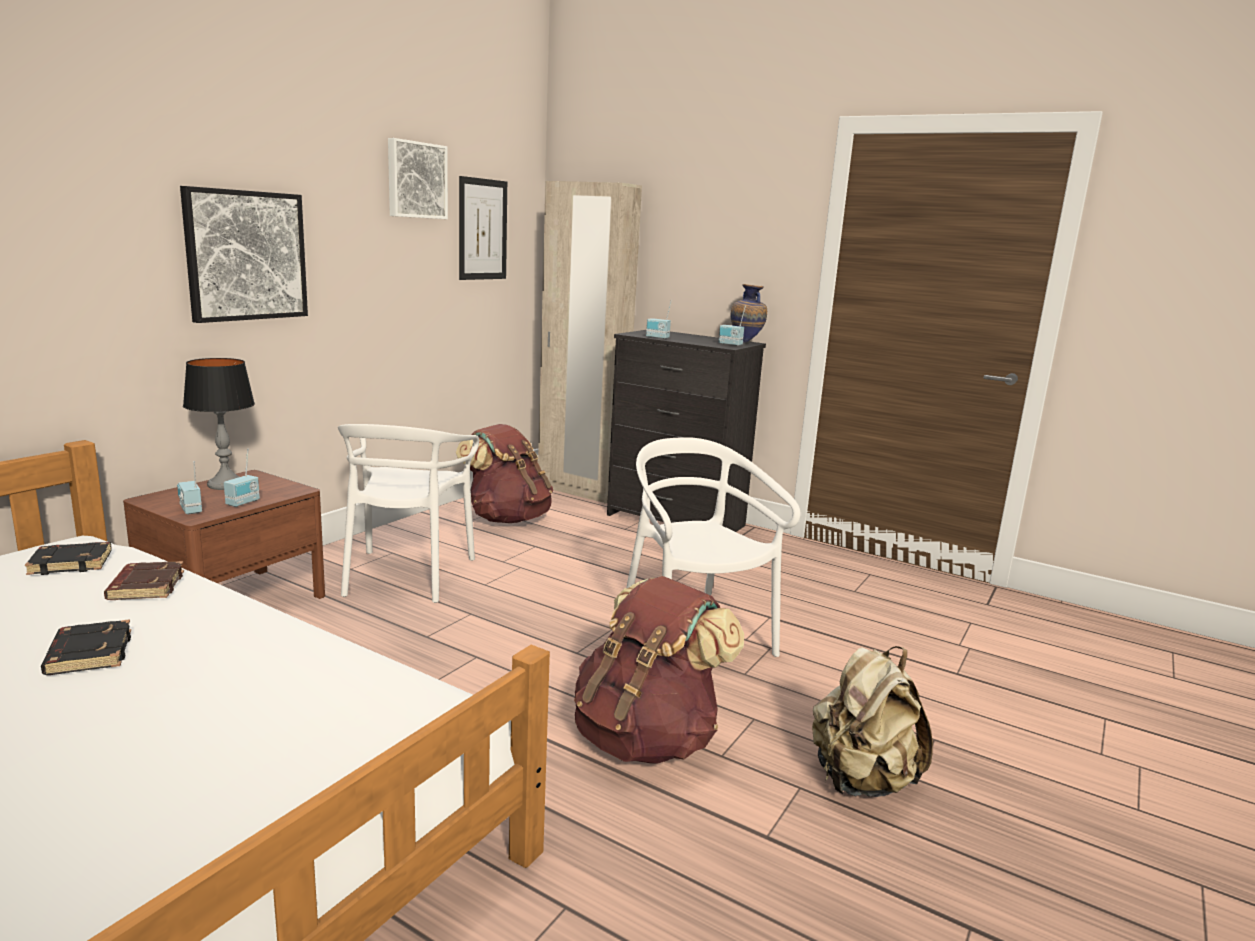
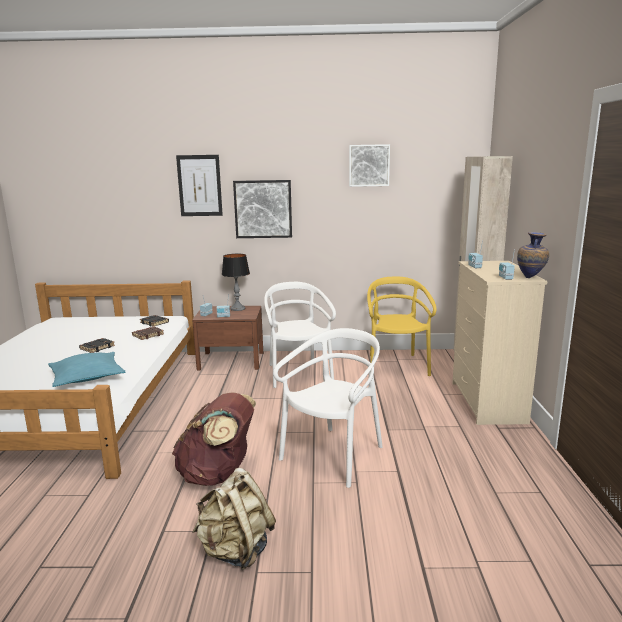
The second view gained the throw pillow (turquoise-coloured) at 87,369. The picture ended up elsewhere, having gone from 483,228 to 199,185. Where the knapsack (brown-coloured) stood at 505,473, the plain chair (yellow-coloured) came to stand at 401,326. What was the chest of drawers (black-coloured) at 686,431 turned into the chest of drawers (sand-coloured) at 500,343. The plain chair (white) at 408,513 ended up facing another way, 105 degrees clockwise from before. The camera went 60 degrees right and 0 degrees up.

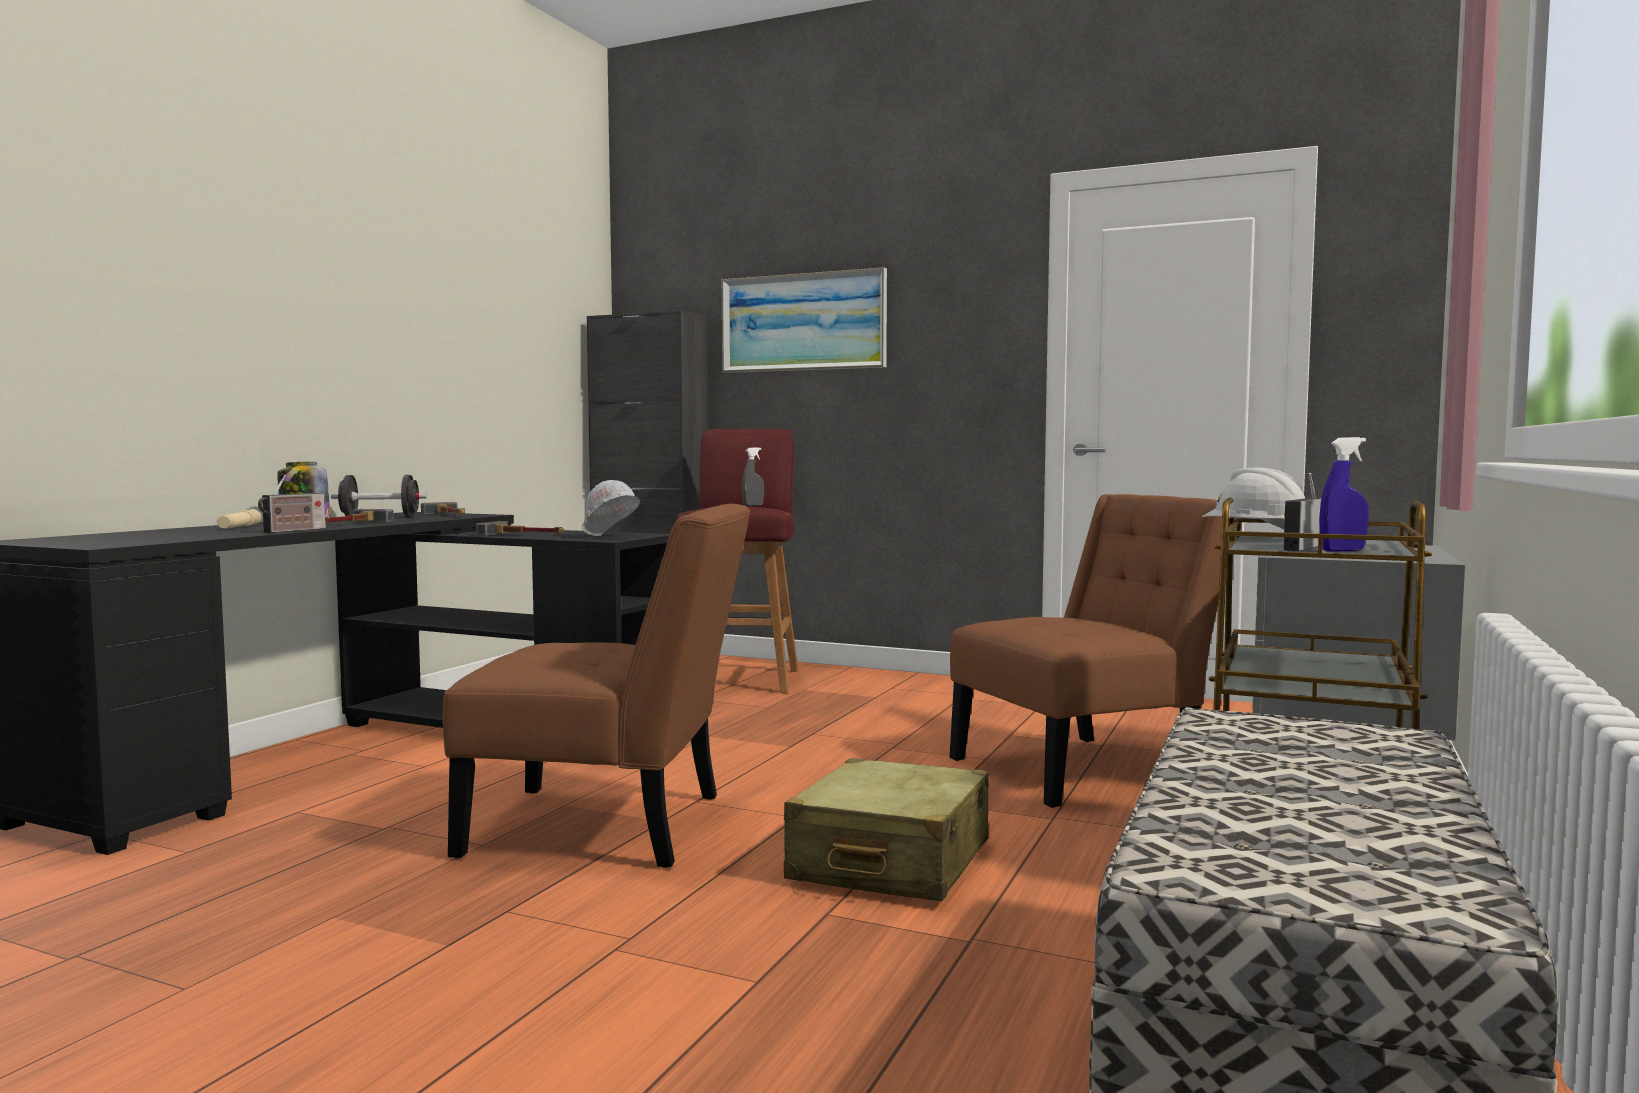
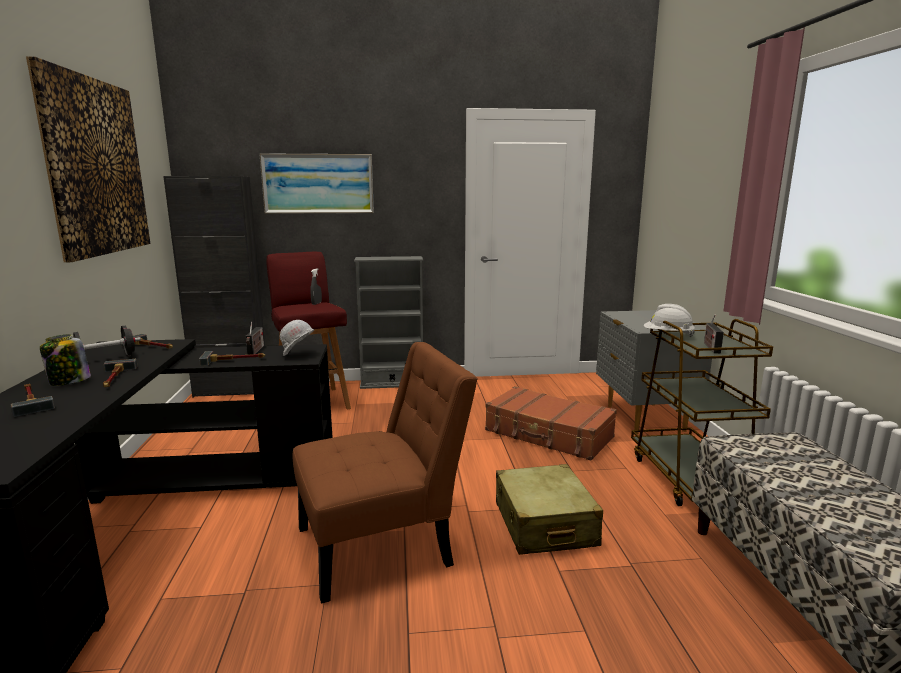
The second view lost the sprayer (blue-coloured) at 1344,494. The second view gained the picture at 88,159. The second view gained the bookshelf (grey) at 388,322. The radio ended up elsewhere, having gone from 292,503 to 255,338. Where the hand torch (sand-coloured) stood at 239,519, the hammer came to stand at 33,400. Where the plain chair (brown-coloured) stood at 1093,651, the travel case (brown-coloured) came to stand at 551,423. The camera went 30 degrees left and 10 degrees up.

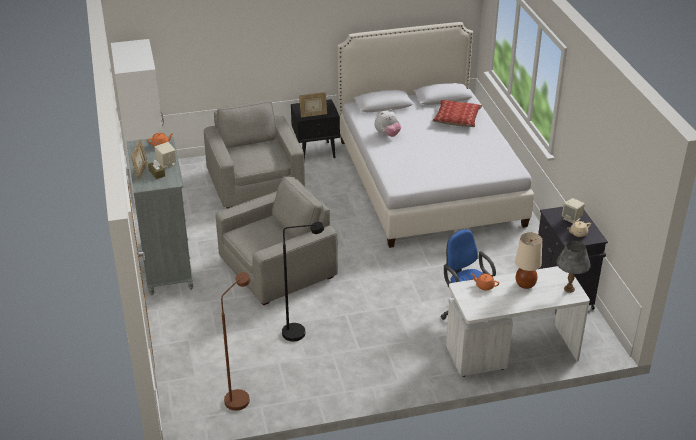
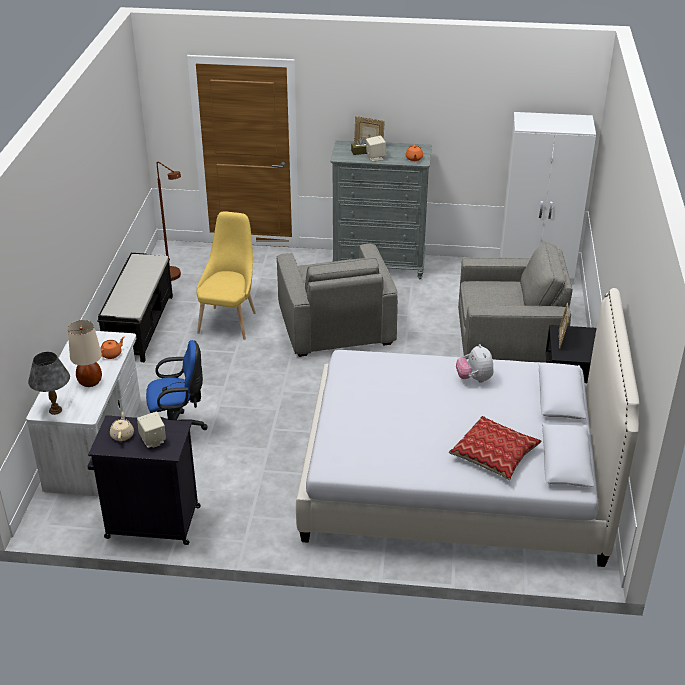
The second view gained the indoor bench (black-coloured) at 135,307. Where the standing lamp (black-coloured) stood at 303,281, the plain chair (yellow-coloured) came to stand at 226,275. The camera went 110 degrees right and 0 degrees up.

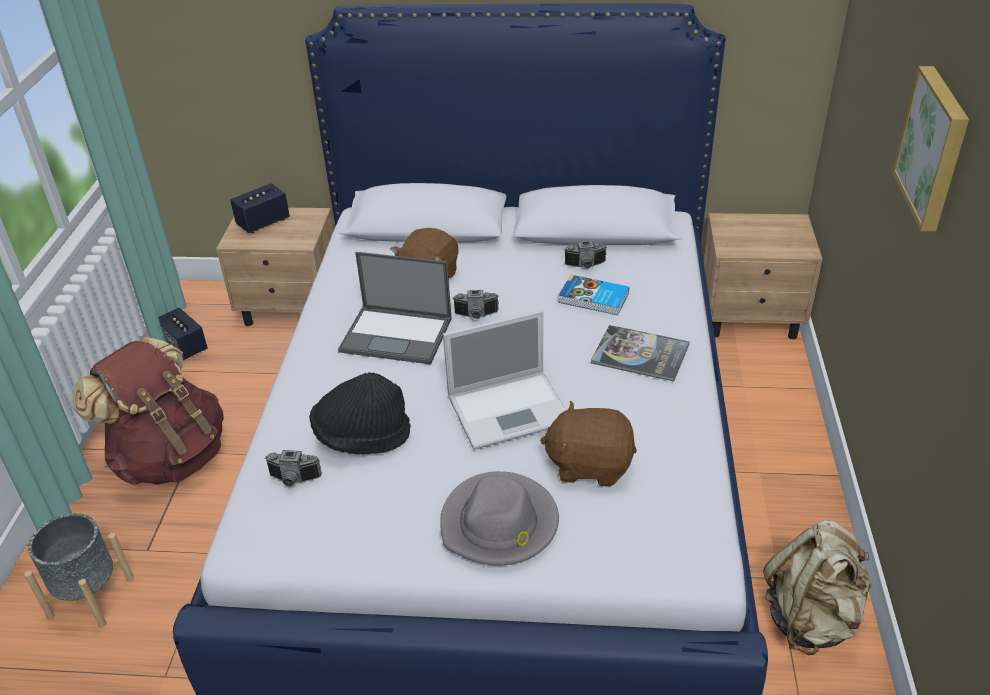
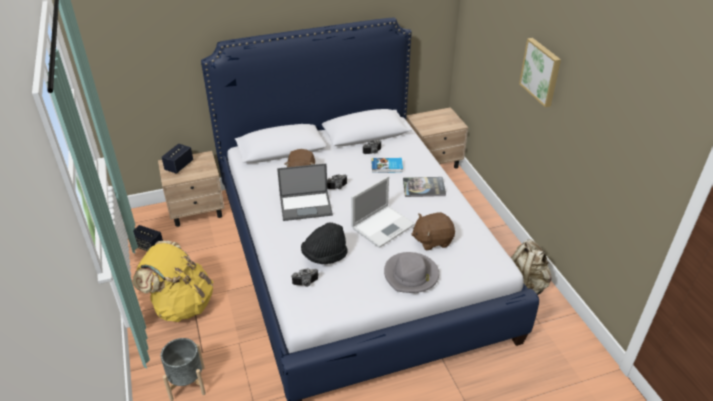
What was the knapsack (brown-coloured) at 148,411 turned into the knapsack (yellow-coloured) at 173,281. The camera went 25 degrees left and 0 degrees up.

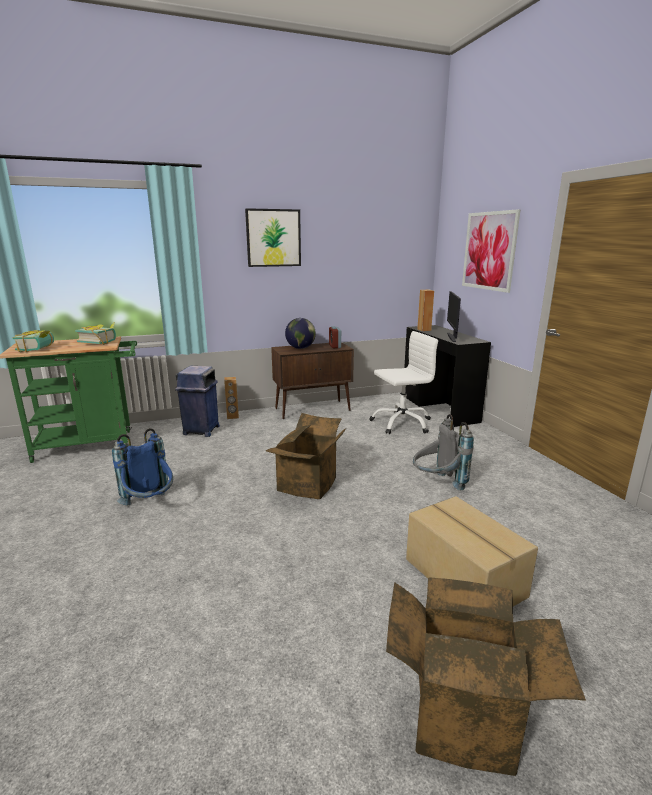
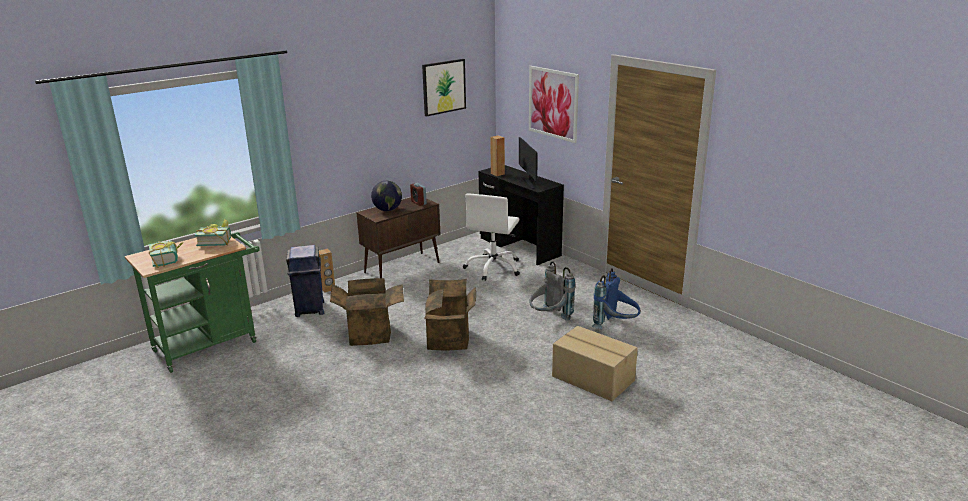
The knapsack (blue-coloured) ended up elsewhere, having gone from 142,466 to 616,298. The picture ended up elsewhere, having gone from 273,237 to 444,87. The cardboard box ended up elsewhere, having gone from 486,676 to 367,312. The office chair (white) at 403,382 ended up facing another way, 150 degrees clockwise from before. The camera went 20 degrees left and 5 degrees up.

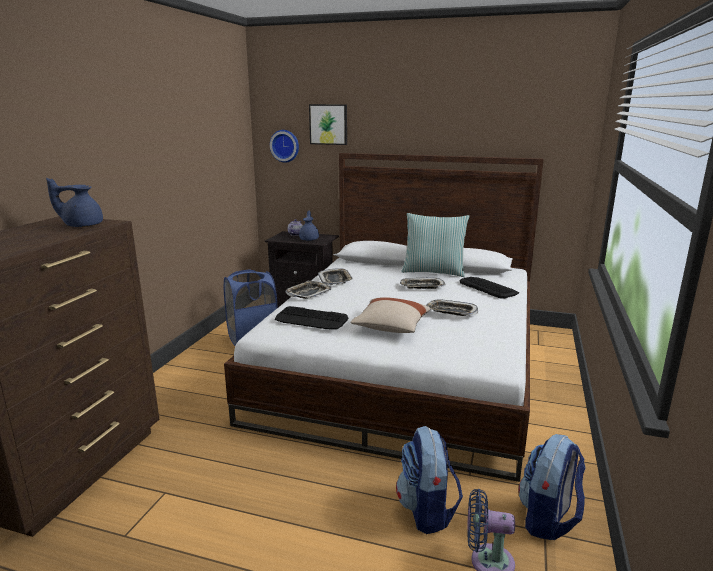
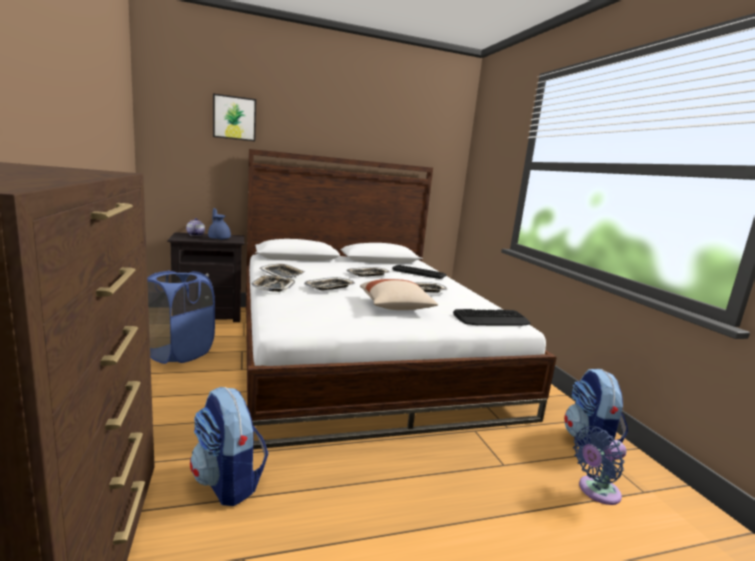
The second view lost the tea pot (blue-coloured) at 74,202. The second view lost the clock on the wall at 284,146. The second view lost the throw pillow at 435,245. The second view gained the carrying tray at 329,283. The computer keyboard ended up elsewhere, having gone from 311,318 to 492,317. The knapsack ended up elsewhere, having gone from 429,480 to 229,446. The camera went 35 degrees left and 5 degrees down.

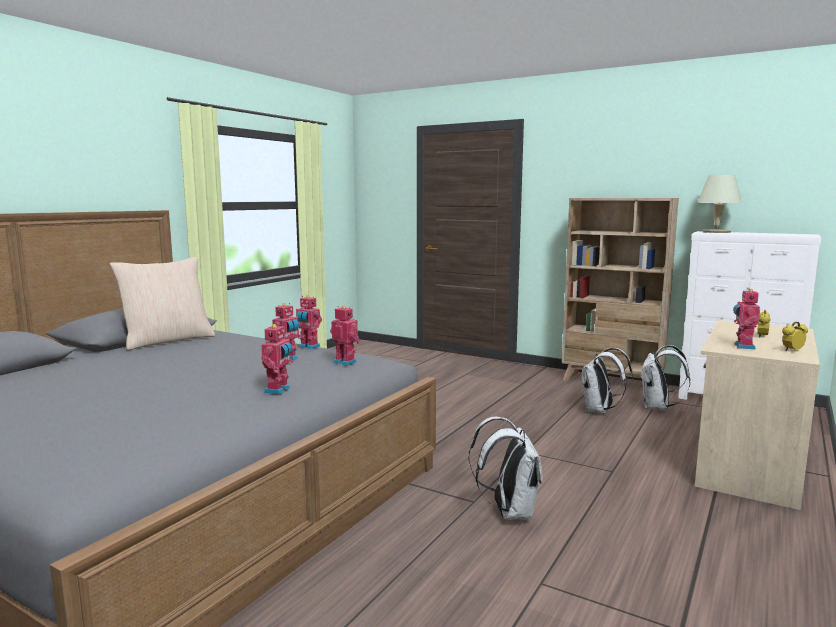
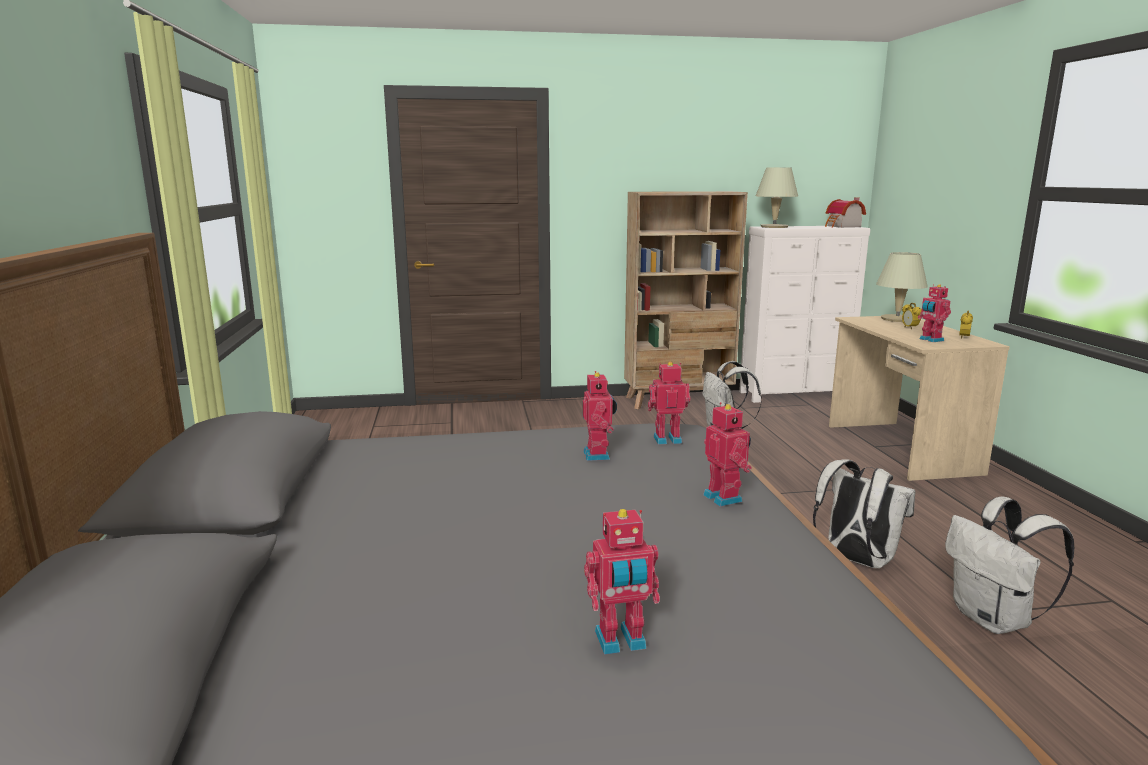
The second view lost the throw pillow (sand-coloured) at 162,303. The second view gained the toy house at 845,213. The second view gained the tabletop lamp (sand-coloured) at 902,287. The toy robot ended up elsewhere, having gone from 309,322 to 622,582. The knapsack (white) ended up elsewhere, having gone from 665,378 to 1009,565. The camera went 40 degrees left and 5 degrees up.

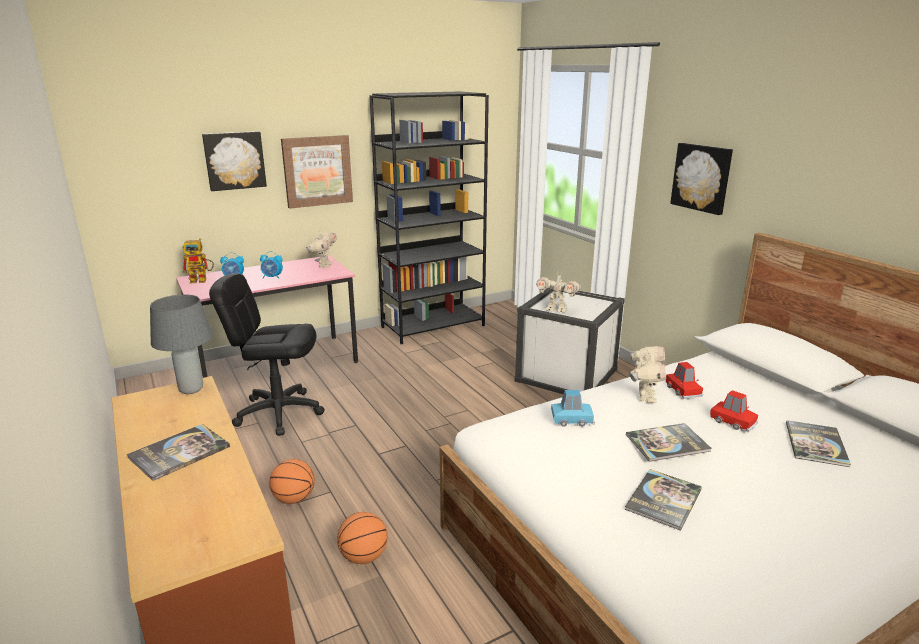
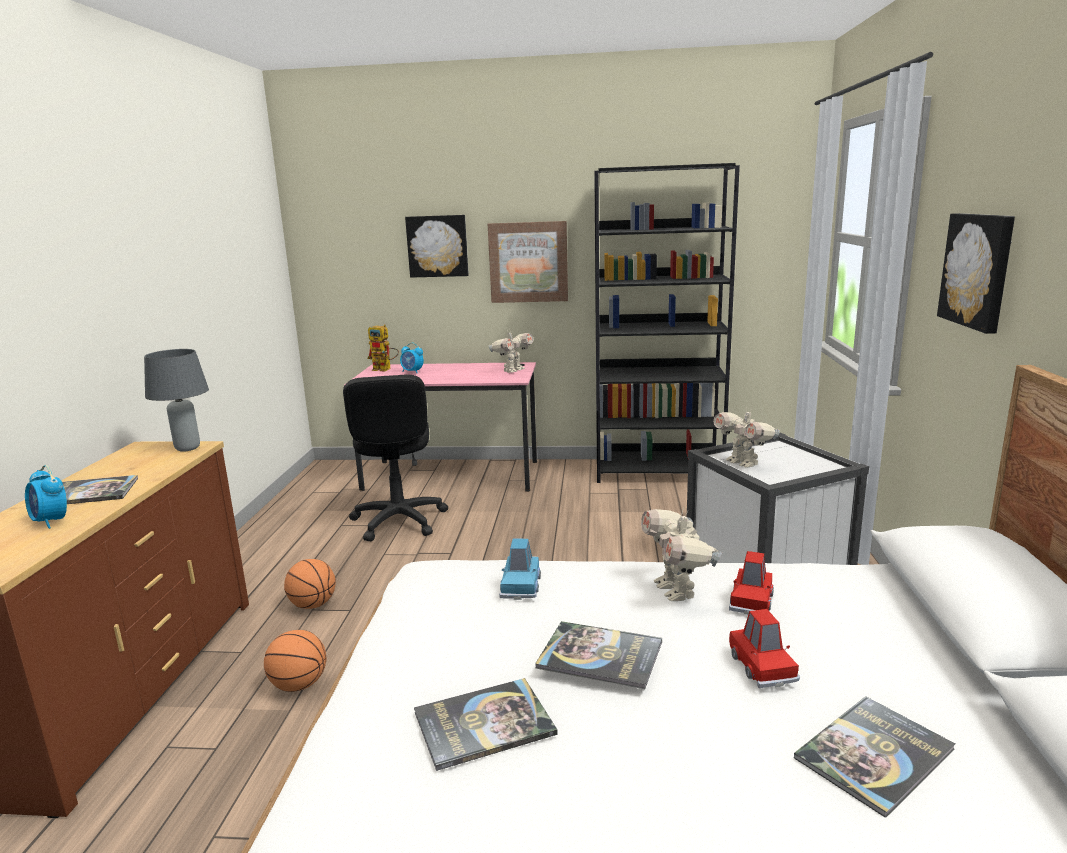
The bedside clock ended up elsewhere, having gone from 271,265 to 46,497. The office chair (black-coloured) at 267,354 ended up facing another way, 135 degrees counterclockwise from before. The toy car (blue-coloured) at 573,408 ended up facing another way, 60 degrees clockwise from before. The toy robot at 647,374 ended up facing another way, 120 degrees clockwise from before. The camera went 35 degrees right and 5 degrees down.

